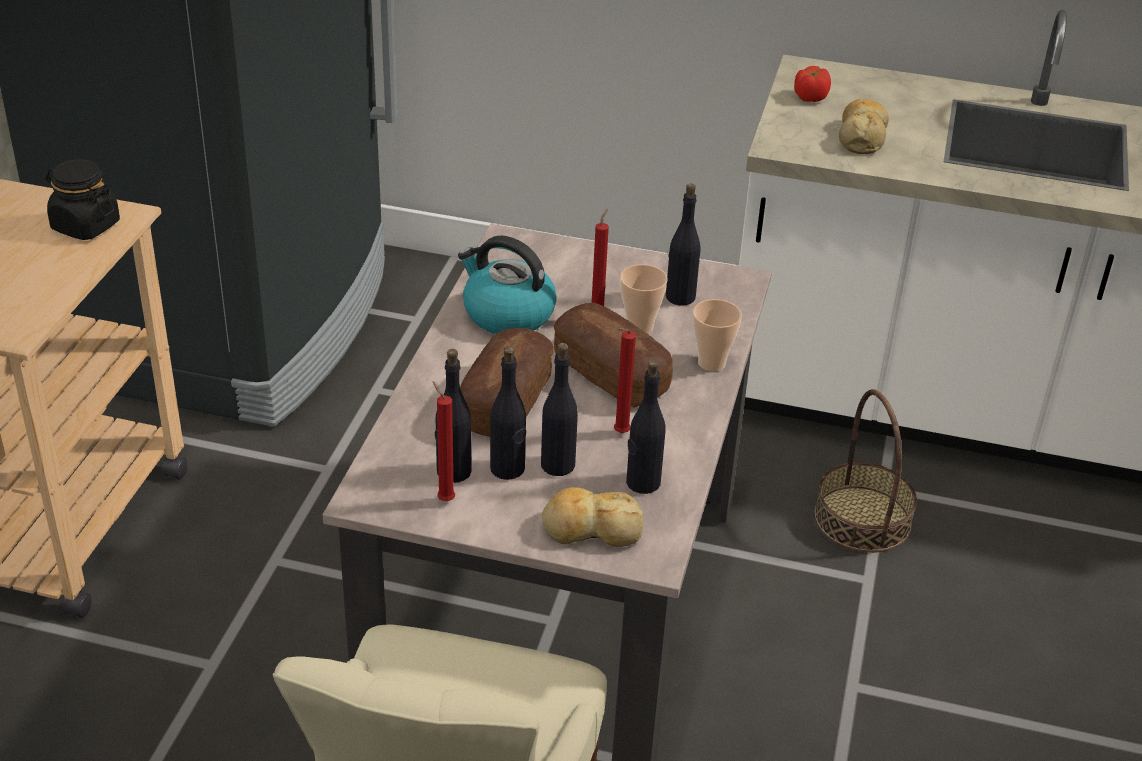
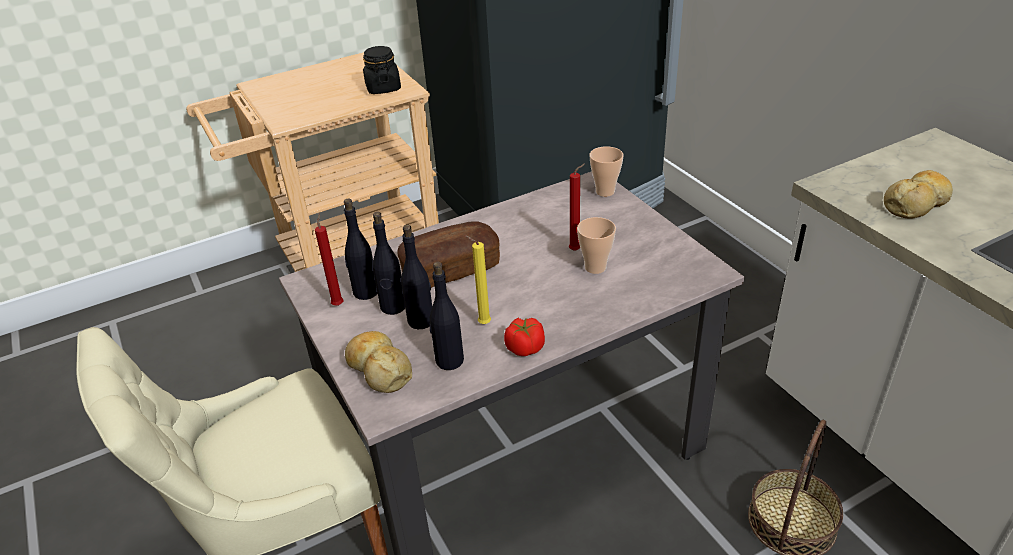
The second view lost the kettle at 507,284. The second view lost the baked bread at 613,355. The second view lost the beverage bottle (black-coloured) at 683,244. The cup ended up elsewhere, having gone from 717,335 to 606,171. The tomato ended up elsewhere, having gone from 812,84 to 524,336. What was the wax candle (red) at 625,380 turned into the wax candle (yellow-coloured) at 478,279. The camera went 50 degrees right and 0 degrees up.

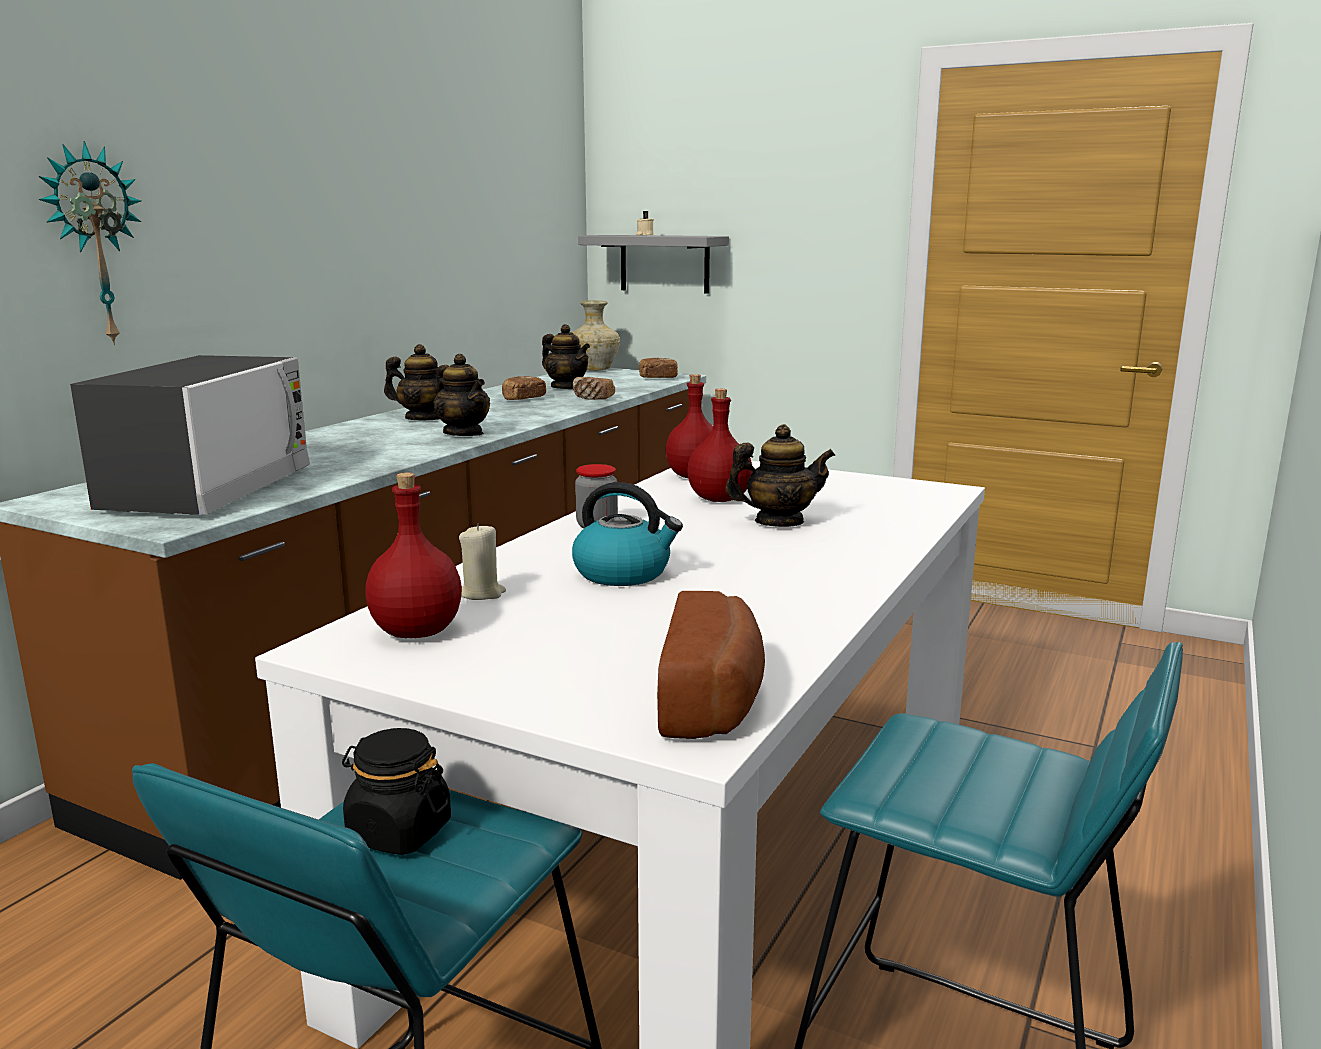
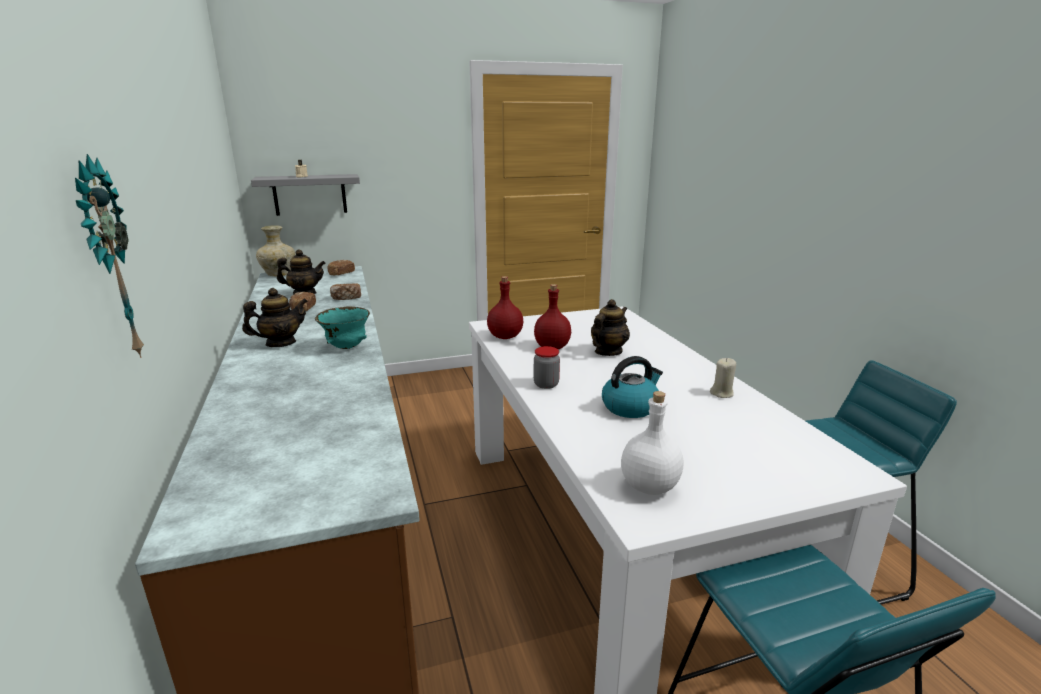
The second view lost the microwave oven at 190,435. The second view lost the storage jar (black-coloured) at 396,791. The second view lost the baked bread at 711,665. The wax candle (sand-coloured) ended up elsewhere, having gone from 482,561 to 723,378. Where the tea pot stood at 462,395, the deep dish (turquoise-coloured) came to stand at 342,327. What was the beverage bottle (red) at 413,555 turned into the beverage bottle (white) at 652,443. The camera went 45 degrees left and 5 degrees up.

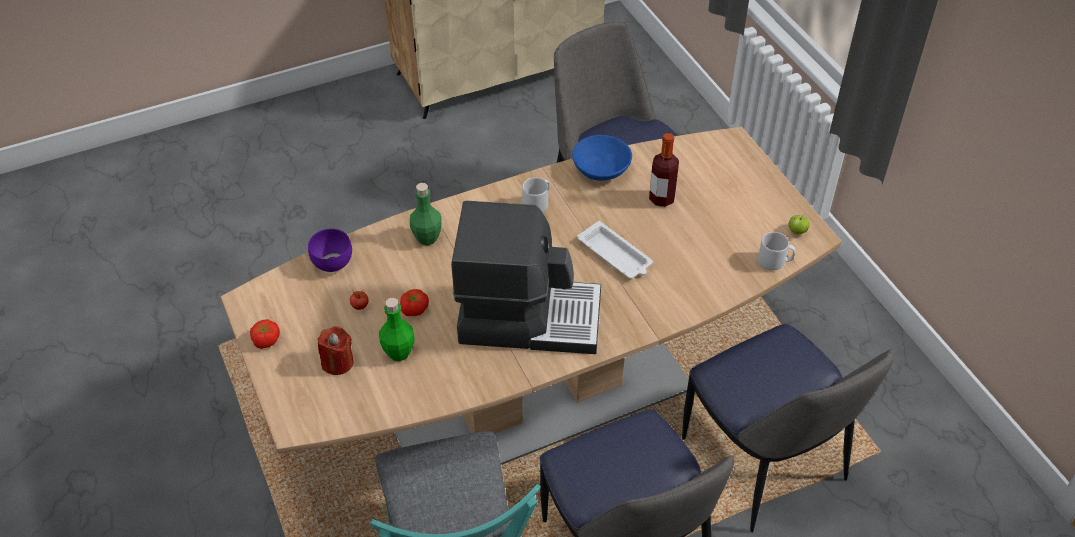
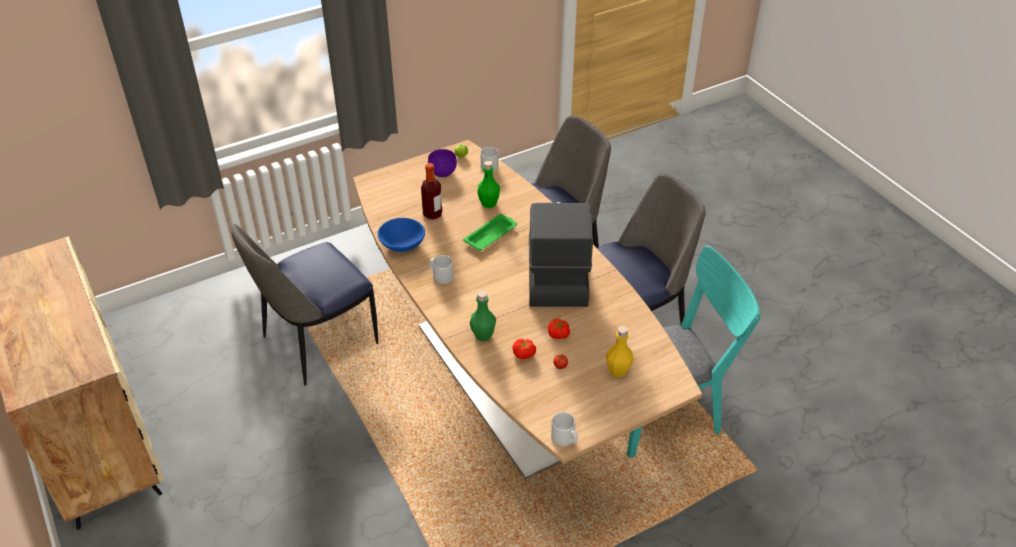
The second view gained the mug (grey) at 564,429. The tomato ended up elsewhere, having gone from 265,334 to 524,349. The deep dish (purplish) ended up elsewhere, having gone from 330,250 to 442,163. The beverage bottle (green) ended up elsewhere, having gone from 397,329 to 488,184. Where the wax candle (red) stood at 336,350, the beverage bottle (yellow-coloured) came to stand at 620,352. What was the carrying tray (white) at 615,250 turned into the carrying tray (green) at 490,232. The camera went 95 degrees left and 5 degrees down.

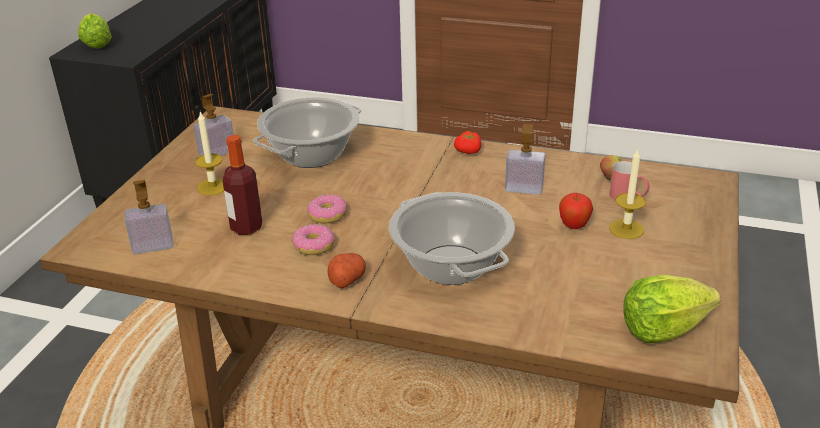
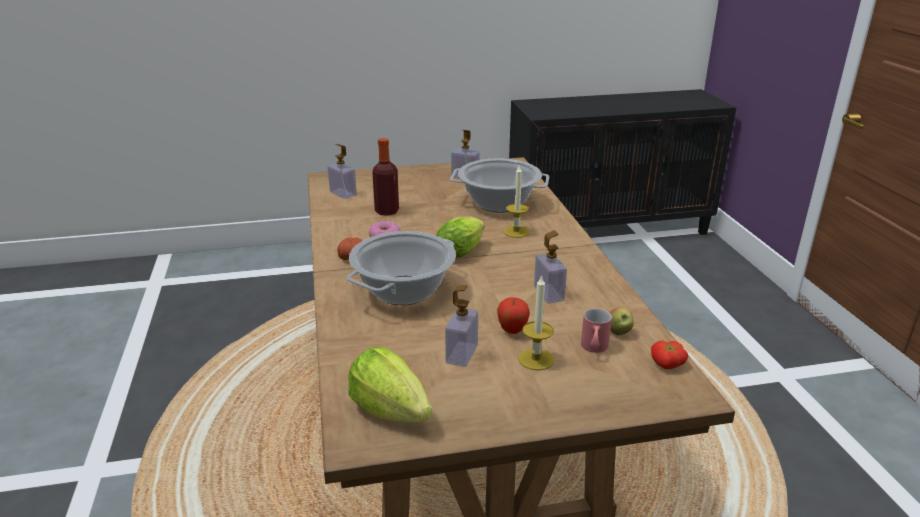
The second view lost the doughnut at 327,209. The second view gained the soap dispenser at 461,326. The head of lettuce ended up elsewhere, having gone from 94,31 to 460,237. The wax candle ended up elsewhere, having gone from 209,153 to 516,202. The tomato ended up elsewhere, having gone from 467,142 to 669,355. The camera went 60 degrees right and 5 degrees down.

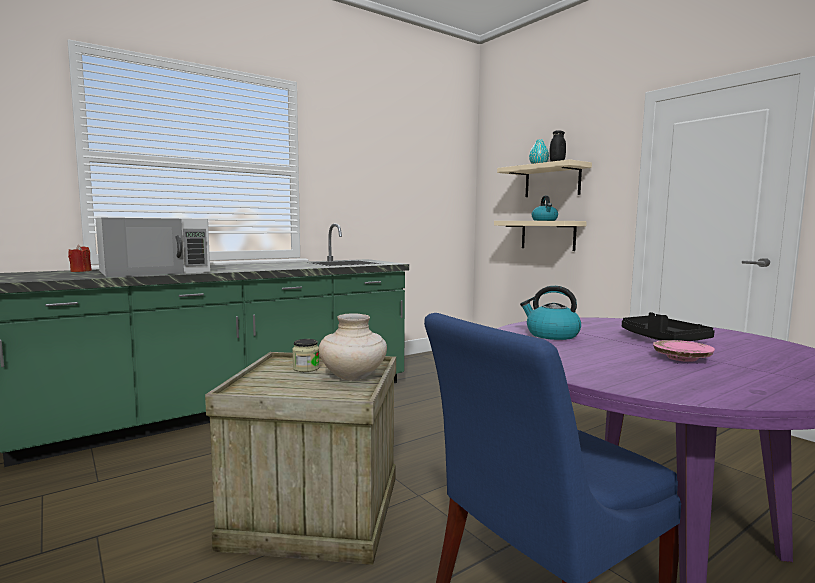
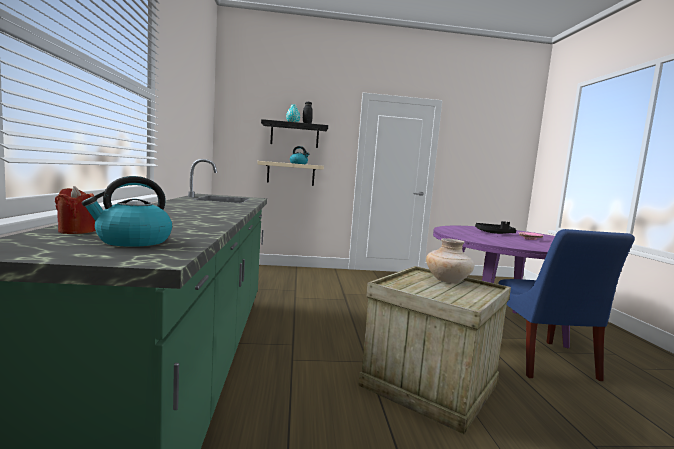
The second view lost the microwave oven (white) at 153,247. The second view lost the storage jar at 306,355. The kettle ended up elsewhere, having gone from 550,313 to 127,211. What was the shelf (sand-coloured) at 544,178 turned into the shelf (black-coloured) at 294,133. The camera went 60 degrees left and 0 degrees up.

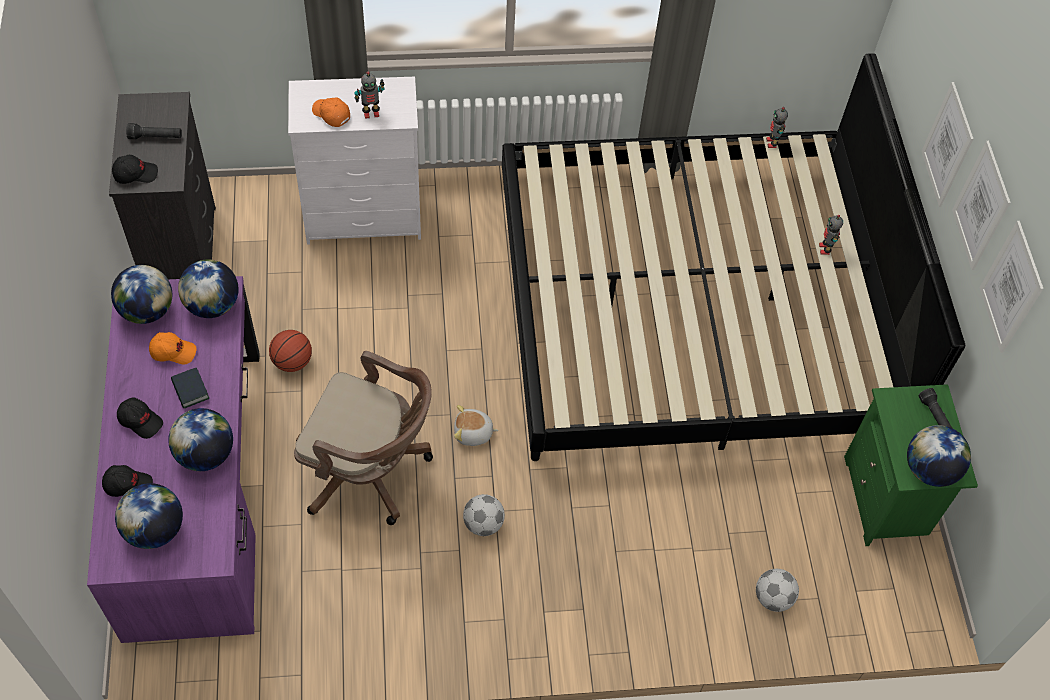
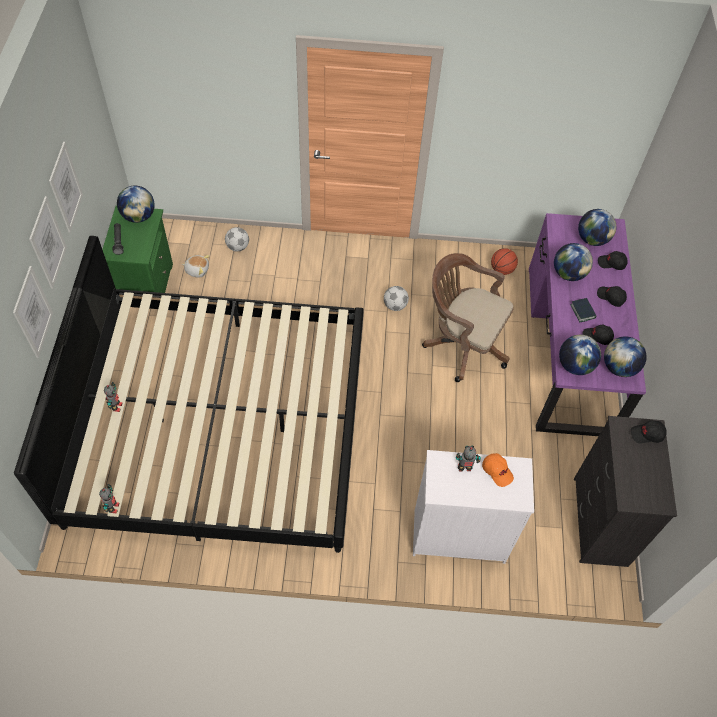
The second view lost the hand torch (black-coloured) at 154,131. The ball for basketball ended up elsewhere, having gone from 290,351 to 504,261. The plush toy ended up elsewhere, having gone from 476,425 to 196,266. What was the cap (orangey) at 172,348 turned into the cap (black-coloured) at 598,335. The camera went 170 degrees left and 0 degrees up.

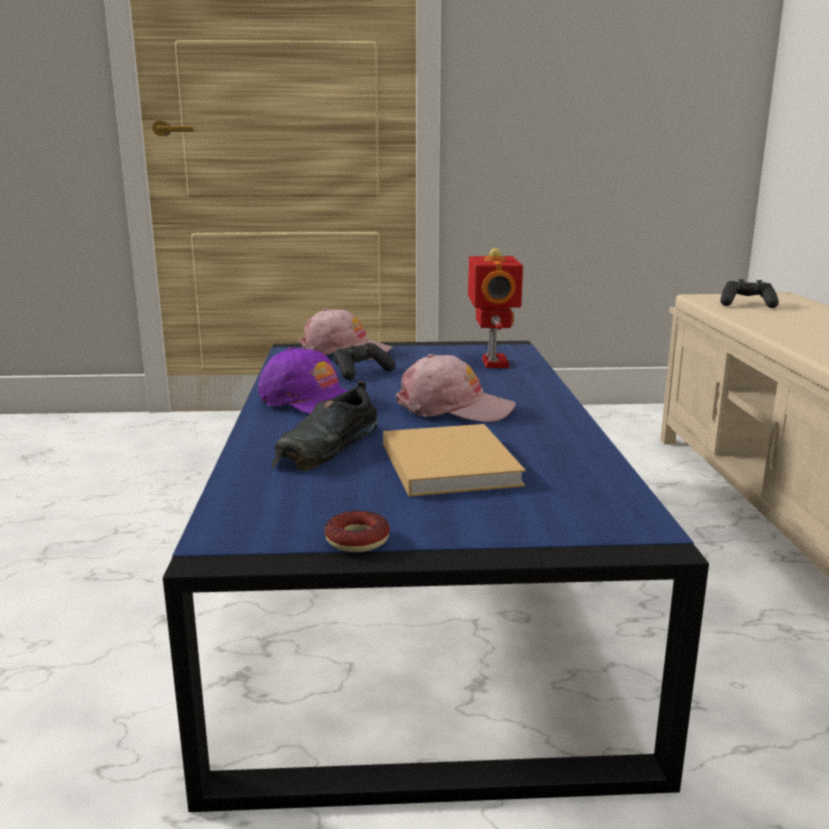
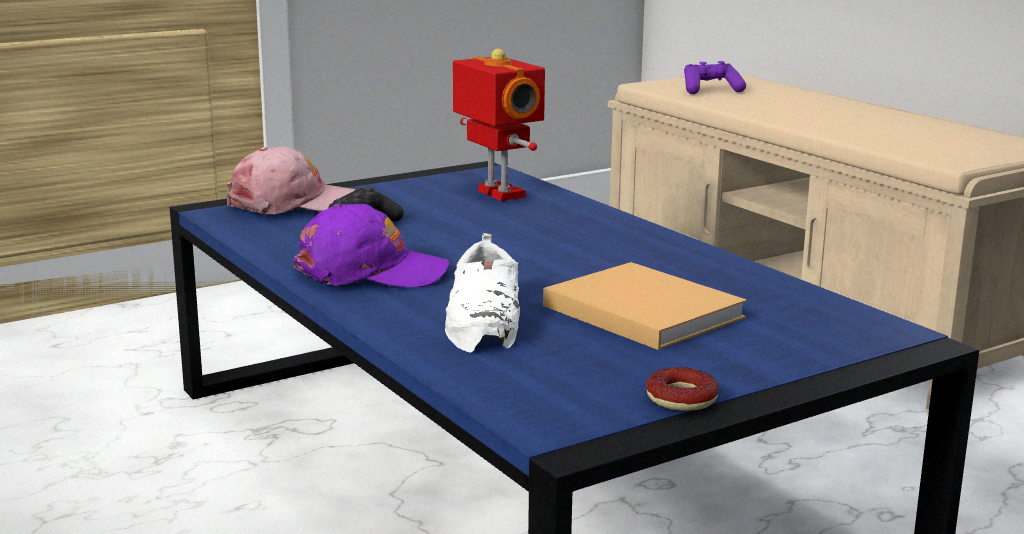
The second view lost the cap (pink) at 456,388. What was the shoe (black-coloured) at 324,426 turned into the shoe (white) at 482,293. What was the game controller (black-coloured) at 749,293 turned into the game controller (purplish) at 715,77. The camera went 30 degrees left and 0 degrees up.

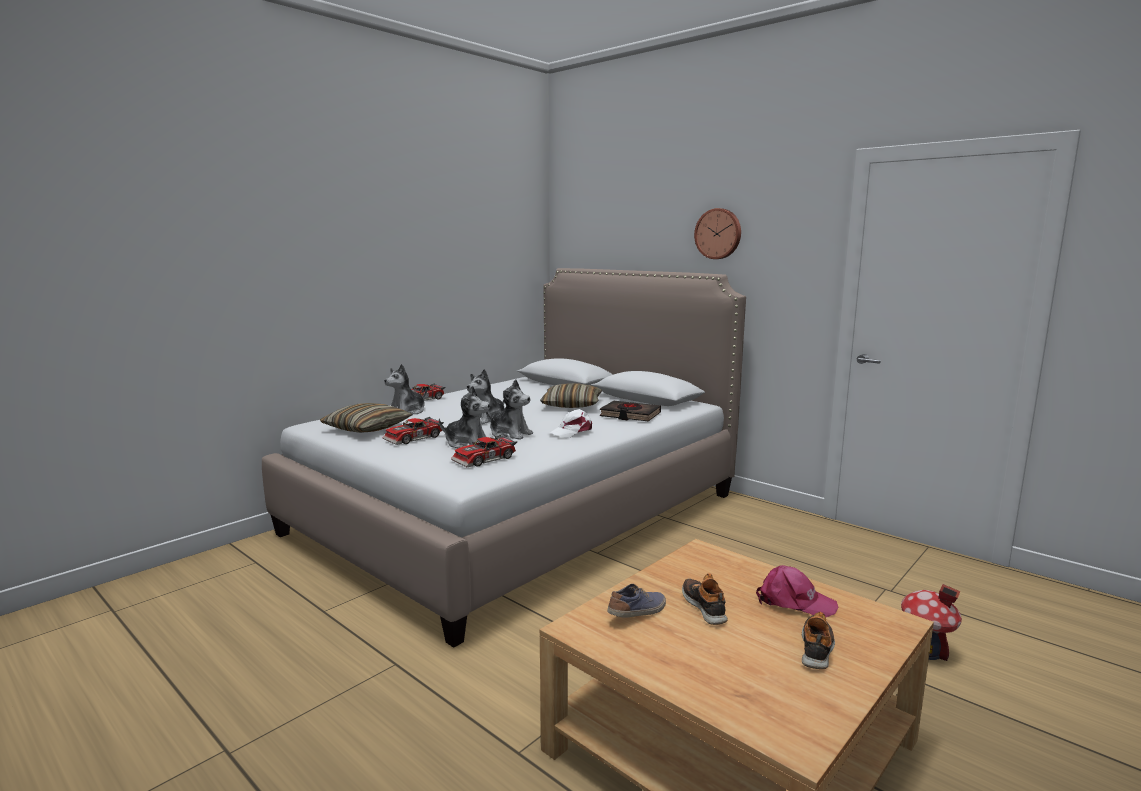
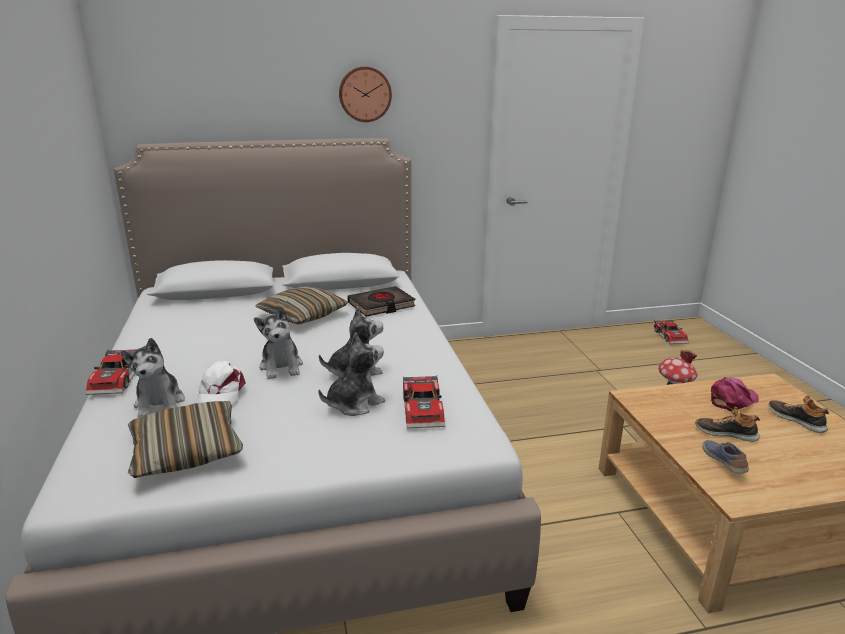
The toy car ended up elsewhere, having gone from 413,431 to 671,331. The cap (white) ended up elsewhere, having gone from 571,423 to 222,383. The camera went 55 degrees left and 10 degrees up.

